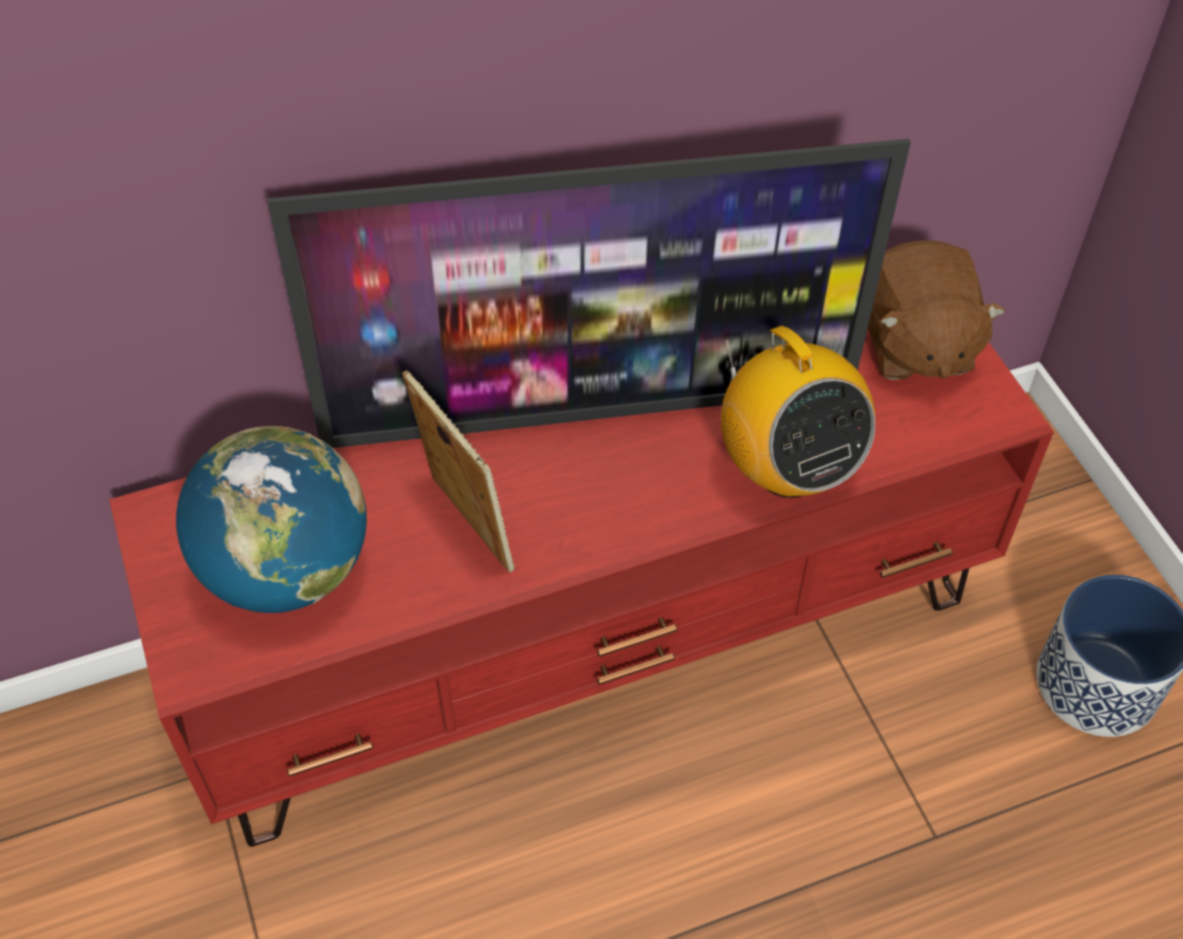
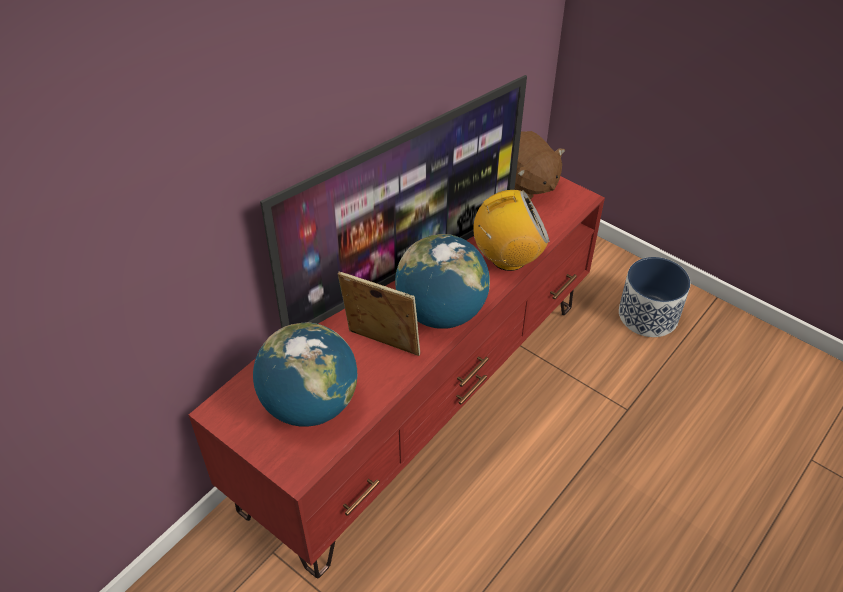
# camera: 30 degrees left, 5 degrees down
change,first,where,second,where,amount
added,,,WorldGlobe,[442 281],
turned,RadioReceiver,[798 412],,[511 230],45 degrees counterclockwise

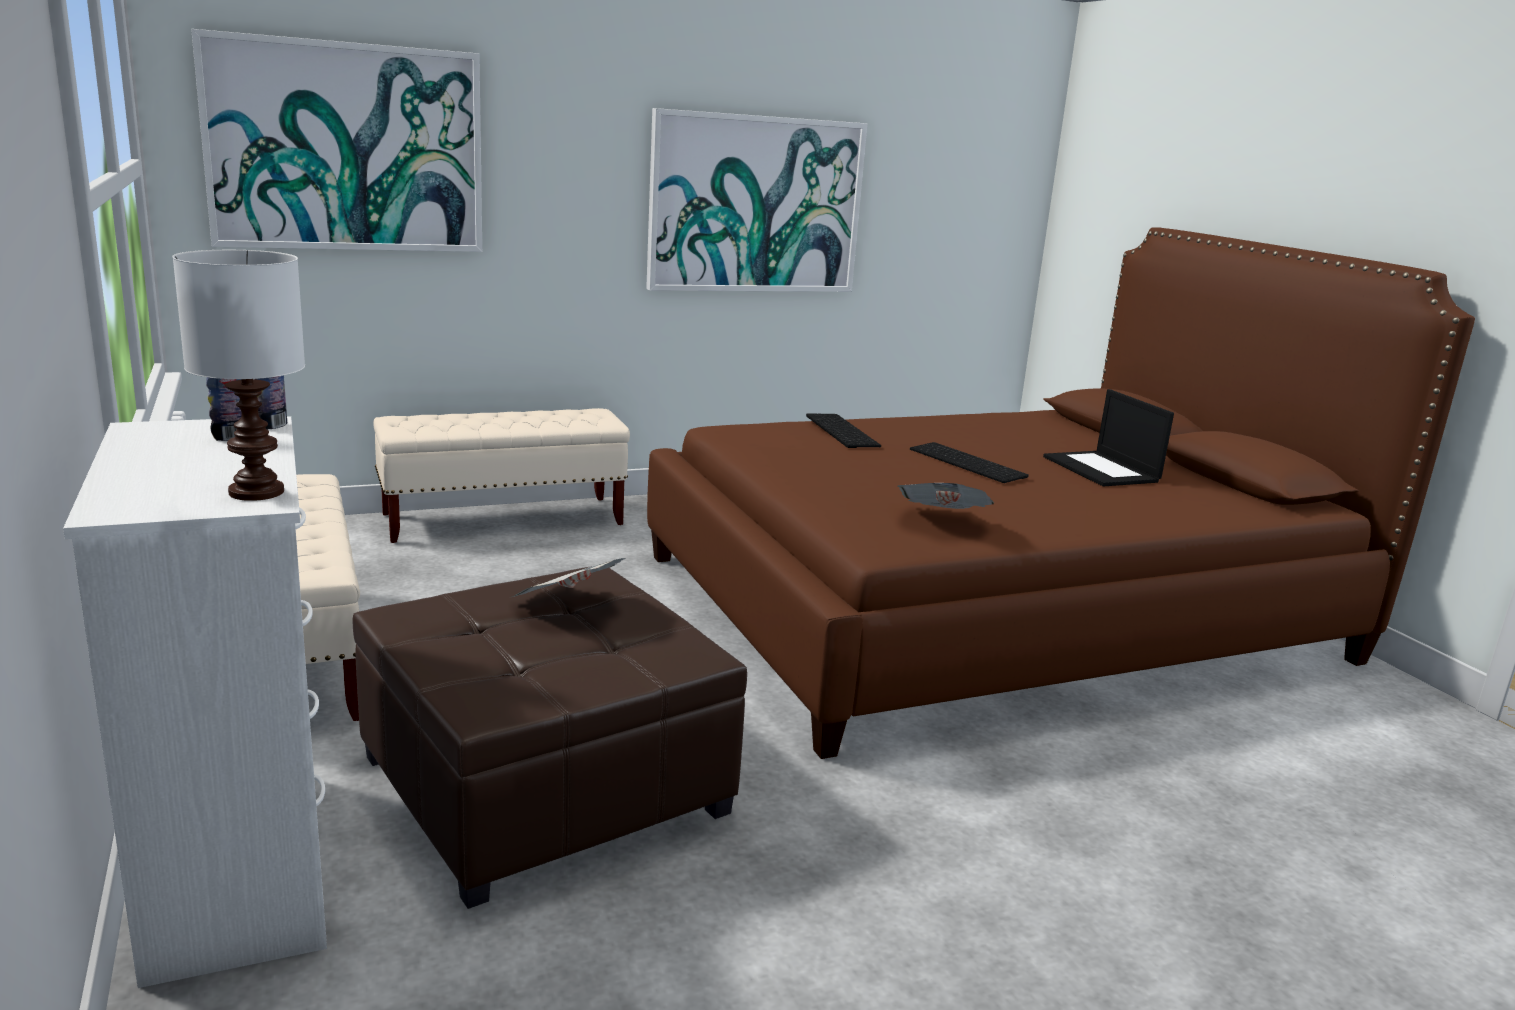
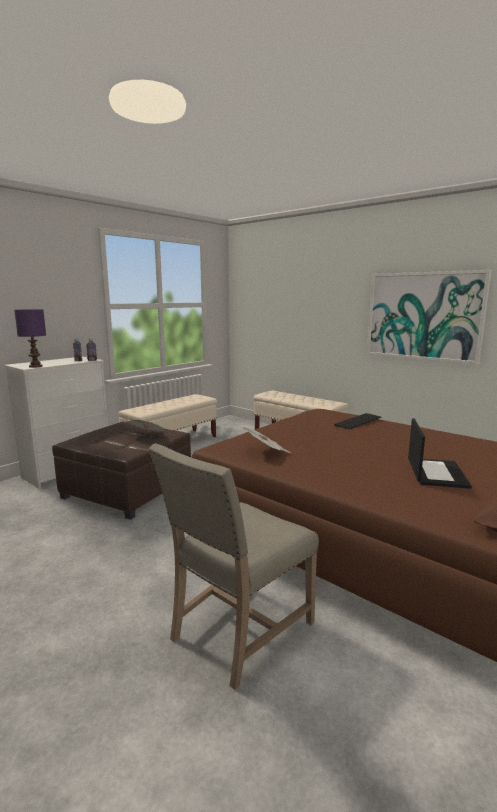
# camera: 65 degrees right, 5 degrees down
change,first,where,second,where,amount
recoloured,WhiteTabletopLamp,[238 375],PurpleColouredTabletopLamp,[30 338],
added,,,BeigeColouredChair,[233 566],
turned,NotebookComputer,[1108 437],,[440 453],150 degrees clockwise
removed,Picture,[336 140],,,
removed,Keyboard,[969 462],,,

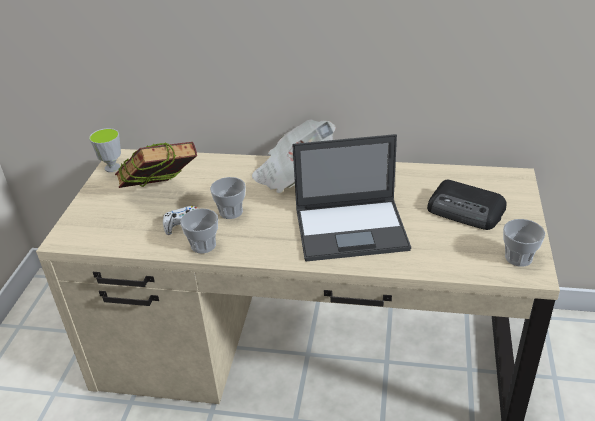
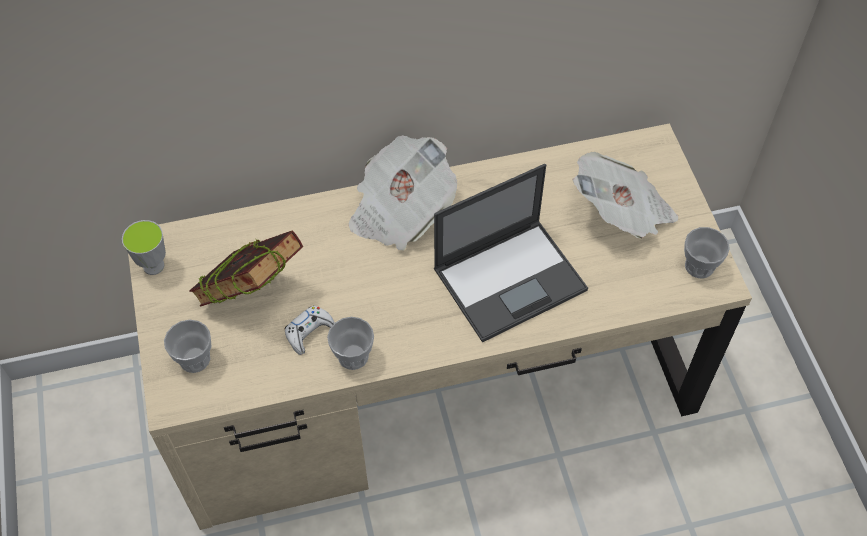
# camera: 25 degrees left, 20 degrees up
change,first,where,second,where,amount
moved,Cup,[228 198],,[187 346],
replaced,RadioReceiver,[467 205],Newspaper,[625 195],

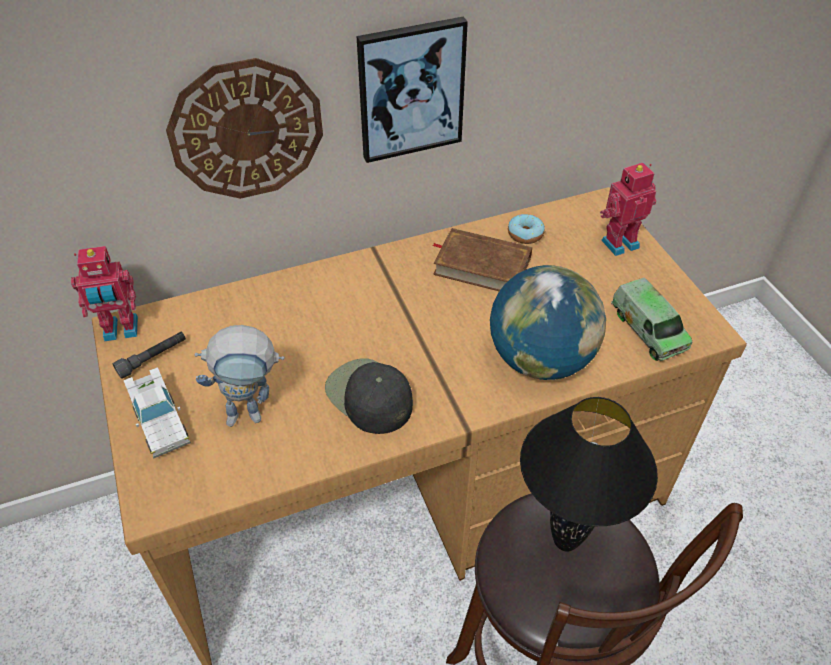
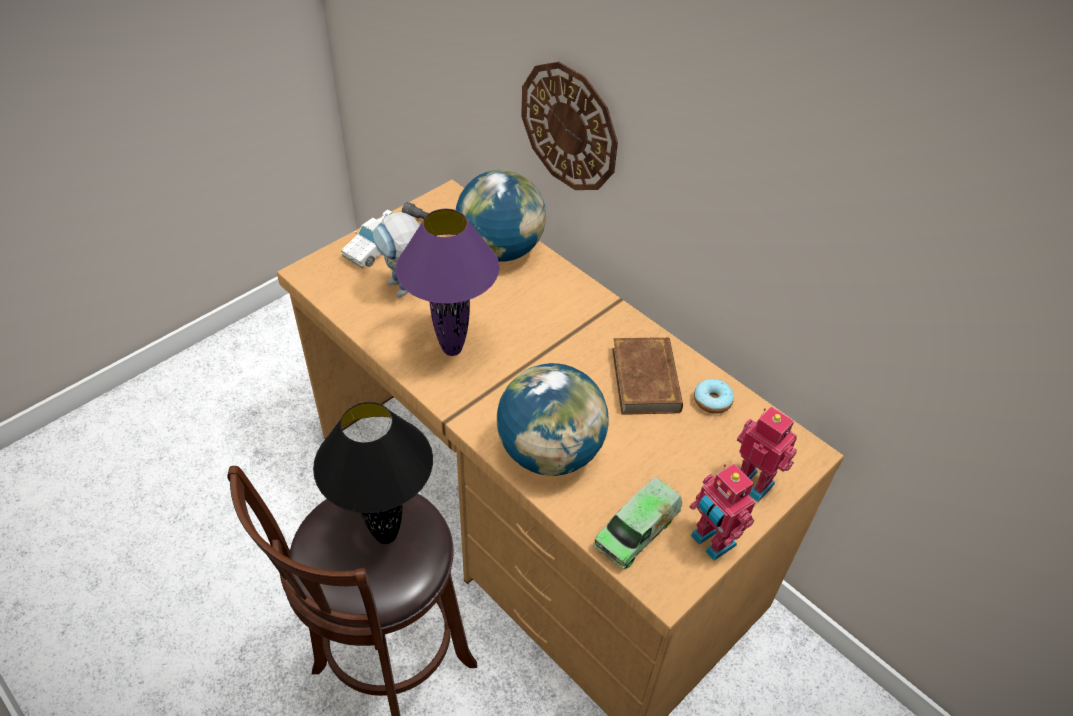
# camera: 65 degrees right, 0 degrees up
change,first,where,second,where,amount
replaced,BlackColouredPeakedCap,[369 396],PurpleColouredTabletopLamp,[447 282],
added,,,WorldGlobe,[501 216],
moved,ModelRobot,[104 294],,[722 512],
removed,Picture,[412 90],,,

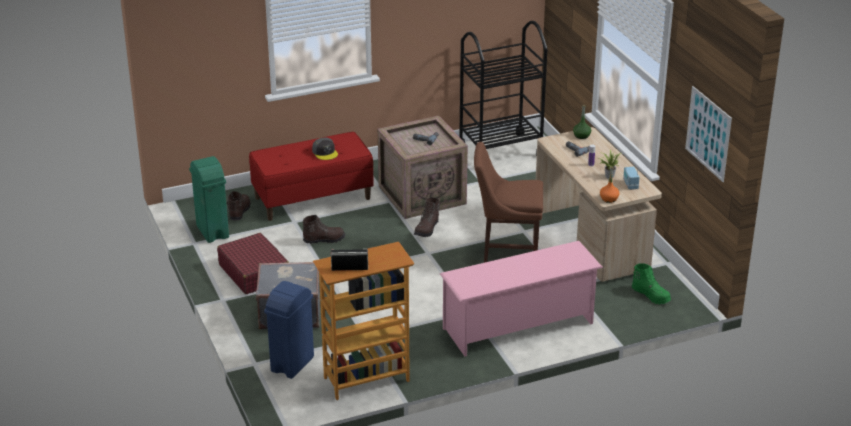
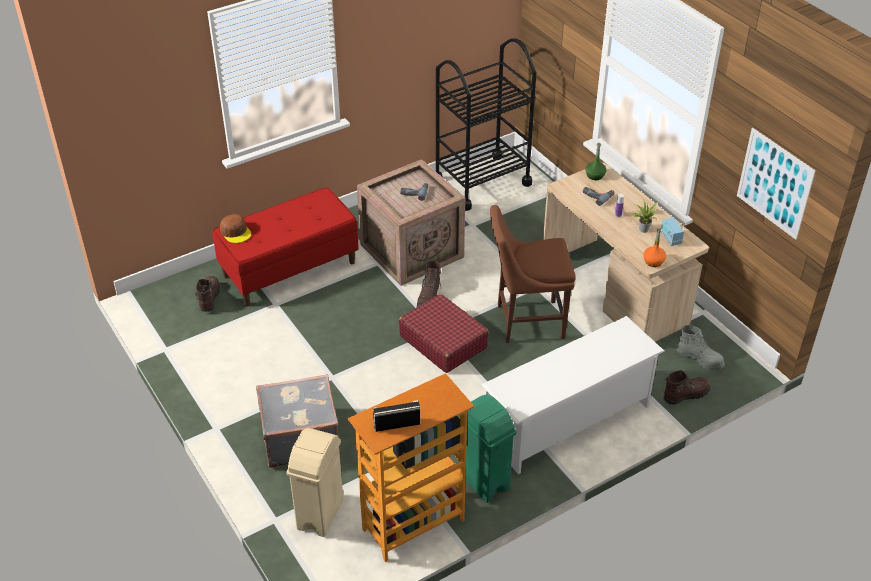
# camera: 10 degrees left, 10 degrees up
change,first,where,second,where,amount
added,,,BrownColouredPeakedCap,[235 228],
recoloured,BlueTrashCan,[289 330],BeigeColouredTrashCan,[314 482],
moved,RedSuitcase,[253 263],,[444 333],
moved,GreenishTrashCan,[209 199],,[487 449],
recoloured,PinkColouredShoeShelf,[521 298],WhiteShoeShelf,[573 395],
moved,BrownColouredTallBoot,[324 229],,[687 387],
recoloured,GreenishTallBoot,[651 283],GreyTallBoot,[700 348],
removed,GreyPeakedCap,[325 148],,,

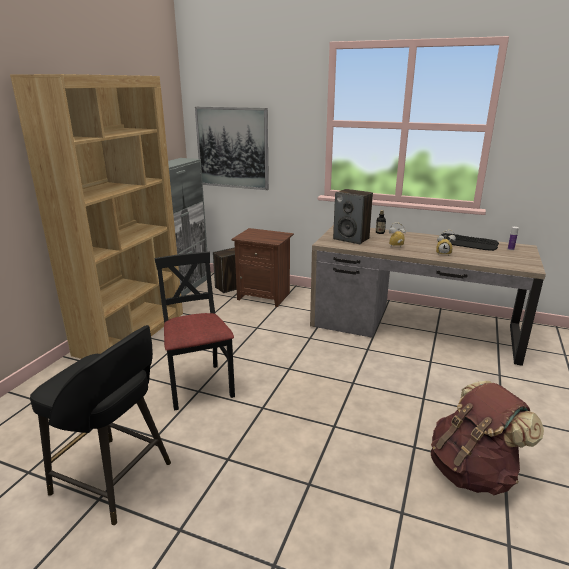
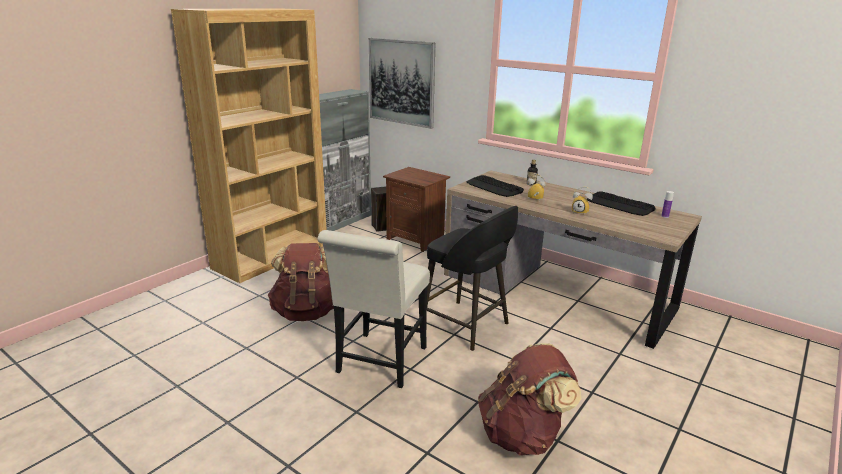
# camera: 15 degrees right, 0 degrees up
change,first,where,second,where,amount
replaced,BlackColouredChair,[194 331],BrownColouredRucksack,[301 282],
added,,,WhiteChair,[373 309],
moved,BlackColouredStool,[100 425],,[472 278],
replaced,Loudspeaker,[353 216],Keyboard,[495 186],

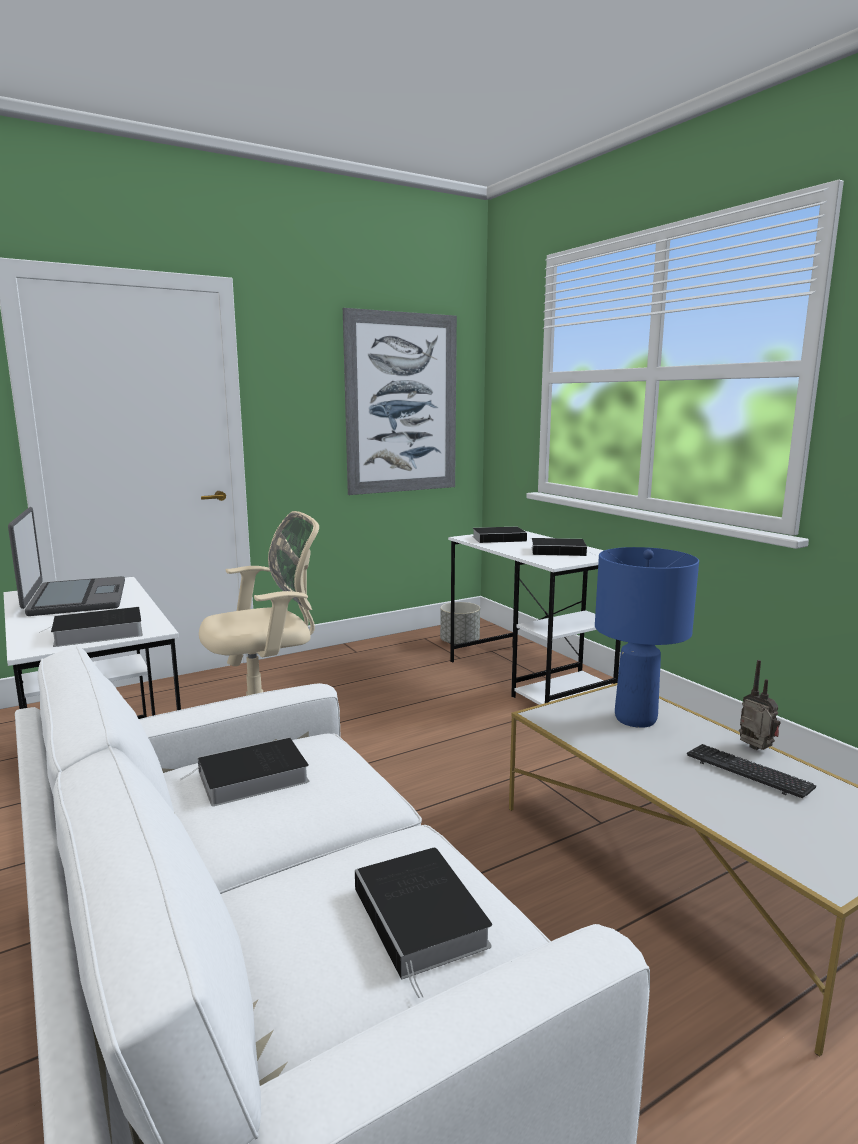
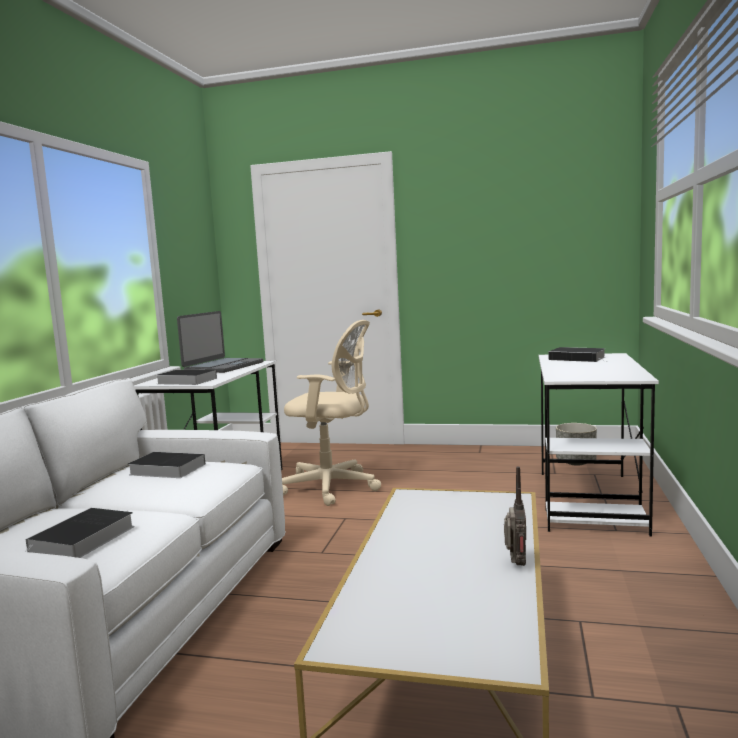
# camera: 45 degrees right, 5 degrees down
change,first,where,second,where,amount
removed,Picture,[400 401],,,
removed,Volume,[562 547],,,
removed,BlueTabletopLamp,[647 637],,,
removed,Keyboard,[751 771],,,

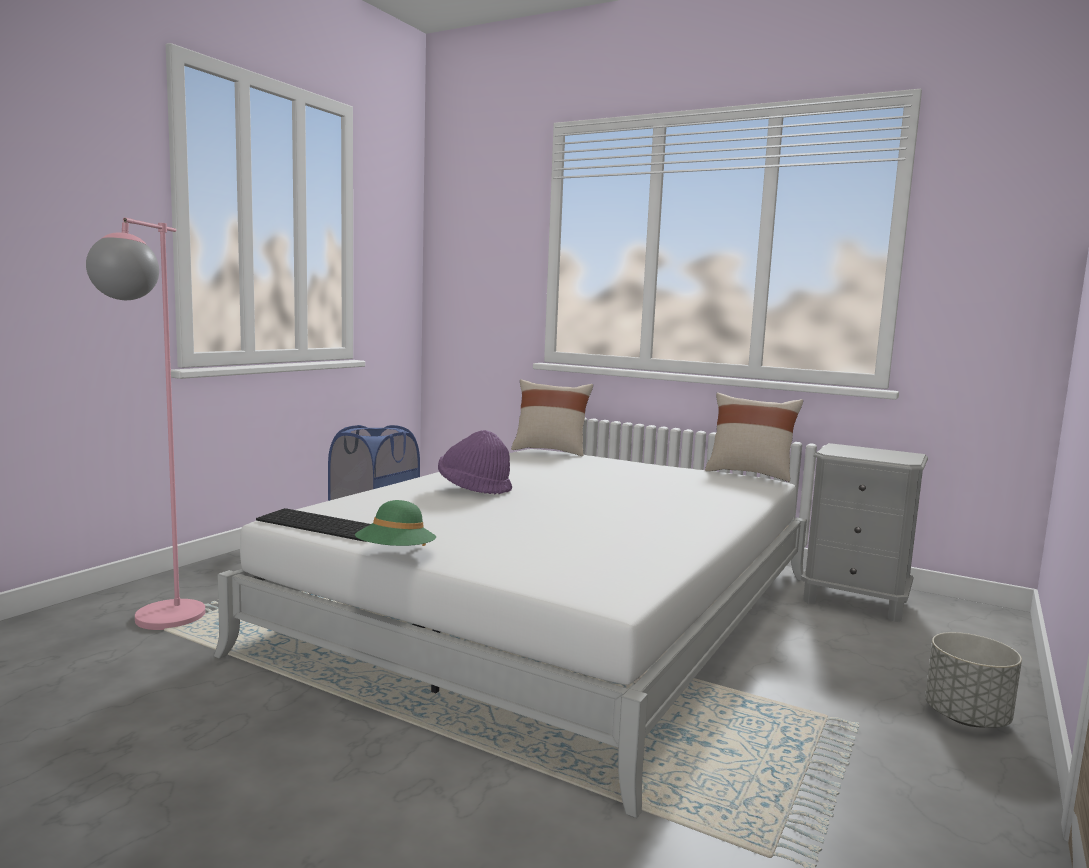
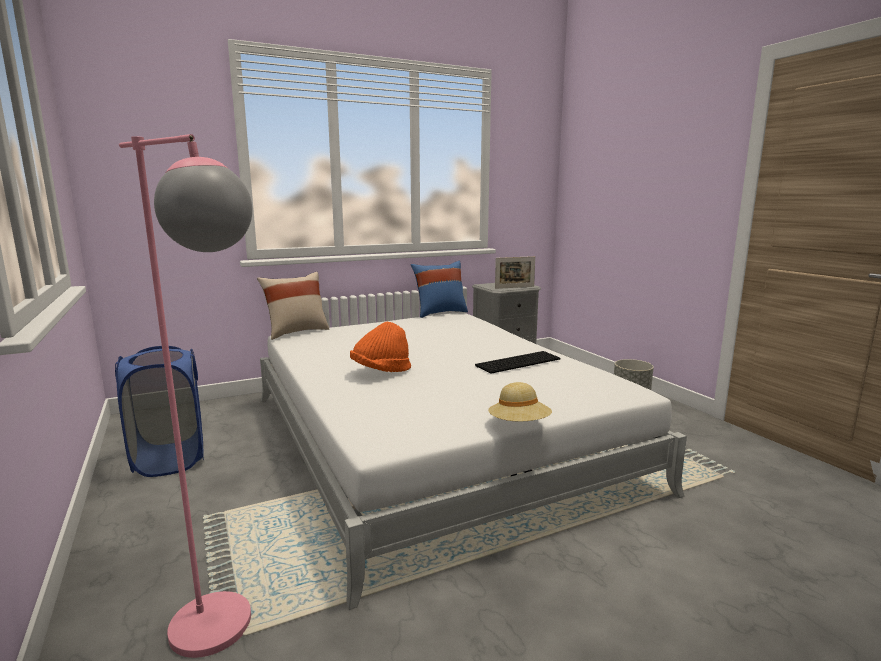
# camera: 55 degrees left, 5 degrees up
change,first,where,second,where,amount
recoloured,PurpleColouredClothingHat,[475 462],OrangeyClothingHat,[380 347],
recoloured,BeigeColouredCushion,[754 437],BlueCushion,[439 289],
moved,Keyboard,[313 525],,[518 362],
recoloured,GreenishClothingHat,[395 523],BeigeColouredClothingHat,[520 402],
added,,,PictureFrame,[515 272],

